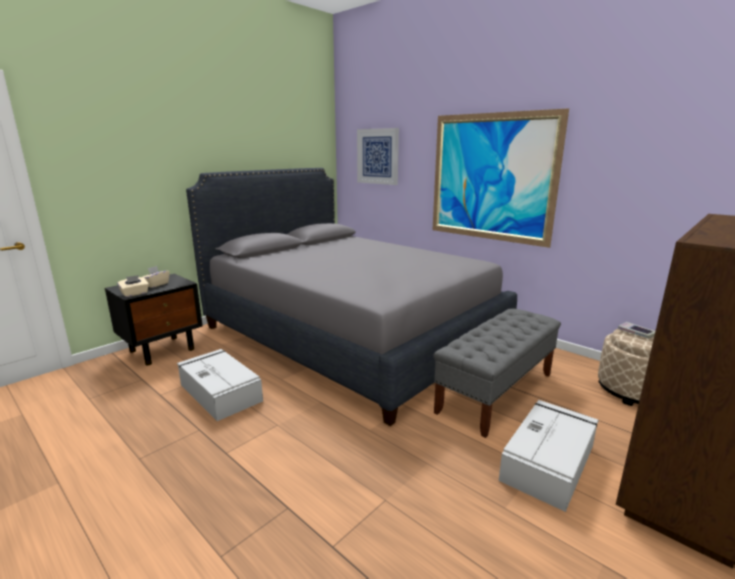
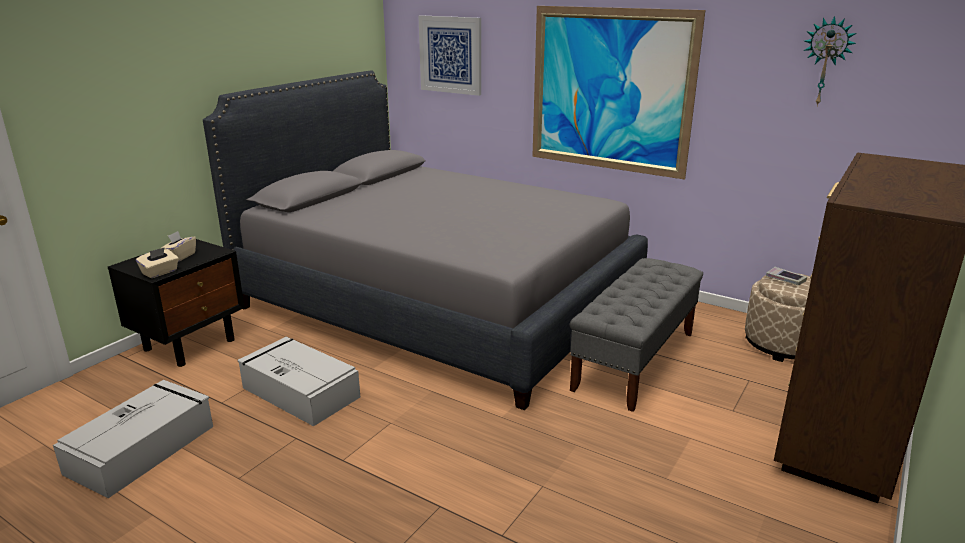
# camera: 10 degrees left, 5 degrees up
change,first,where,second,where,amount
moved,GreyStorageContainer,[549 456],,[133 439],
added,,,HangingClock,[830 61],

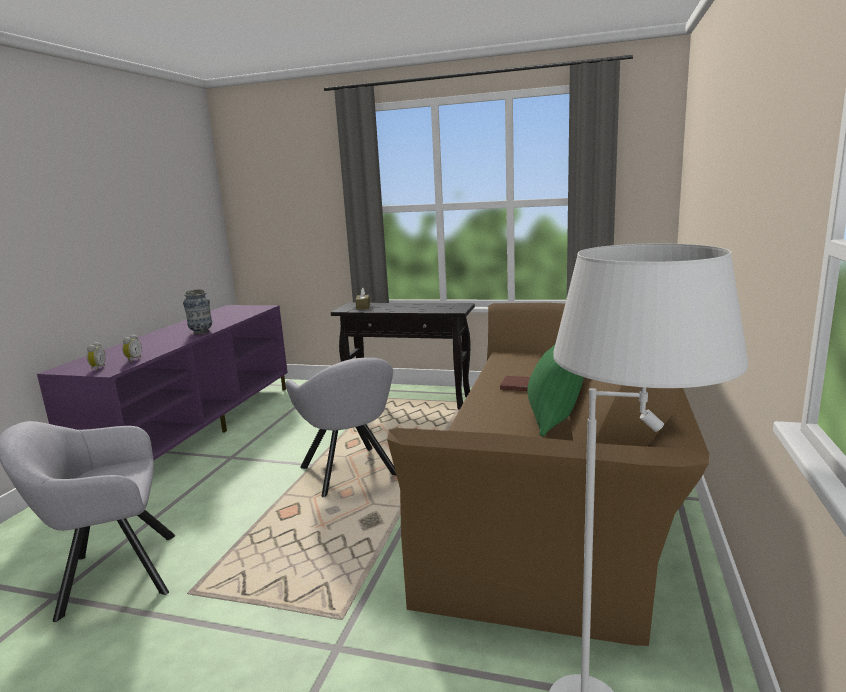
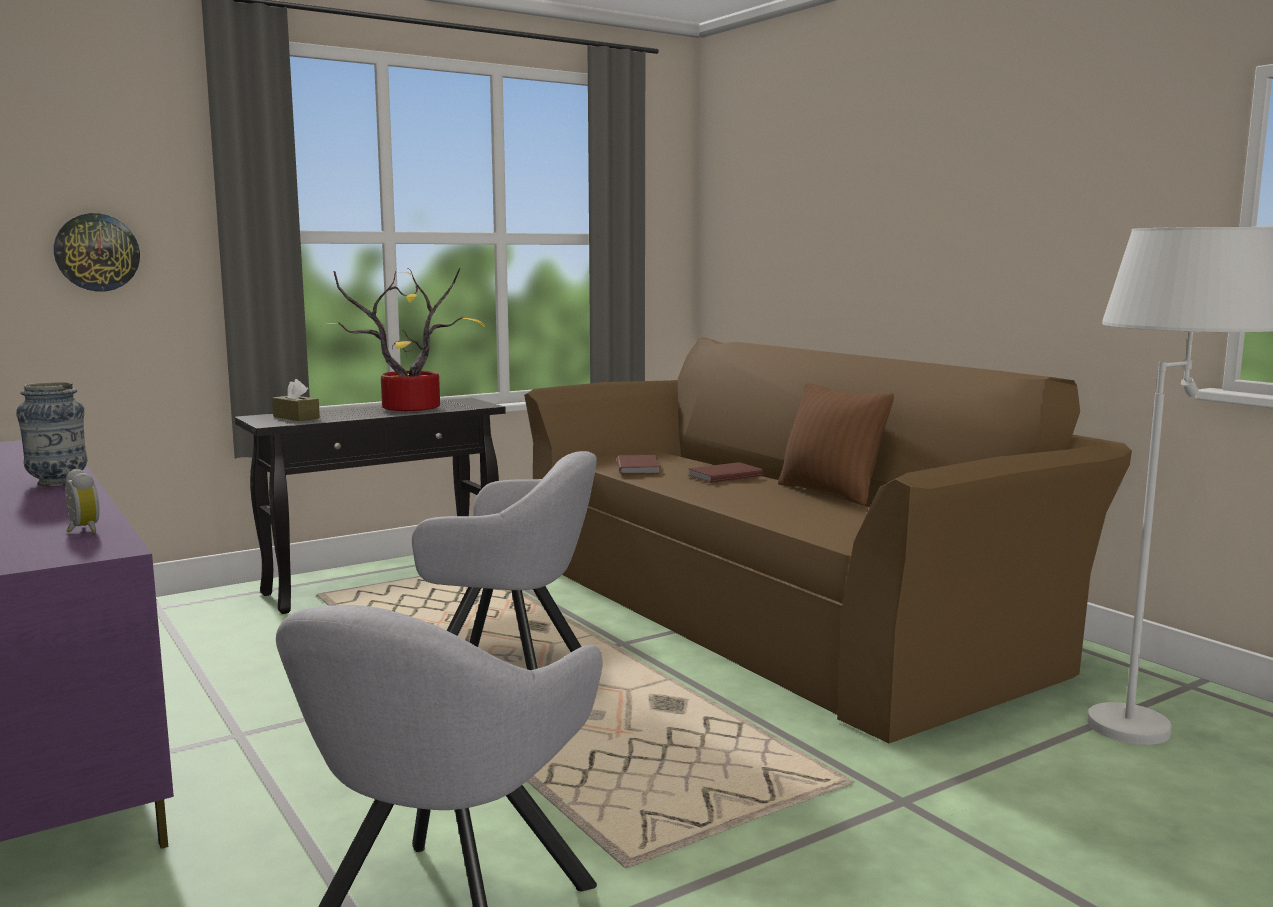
# camera: 50 degrees left, 5 degrees down
change,first,where,second,where,amount
added,,,HangingClock,[97 252],
added,,,PlantInAPot,[406 339],
added,,,BrownColouredVolume,[638 464],
recoloured,GreenishCushion,[555 391],BrownColouredCushion,[836 444],
removed,TableClock,[96 356],,,

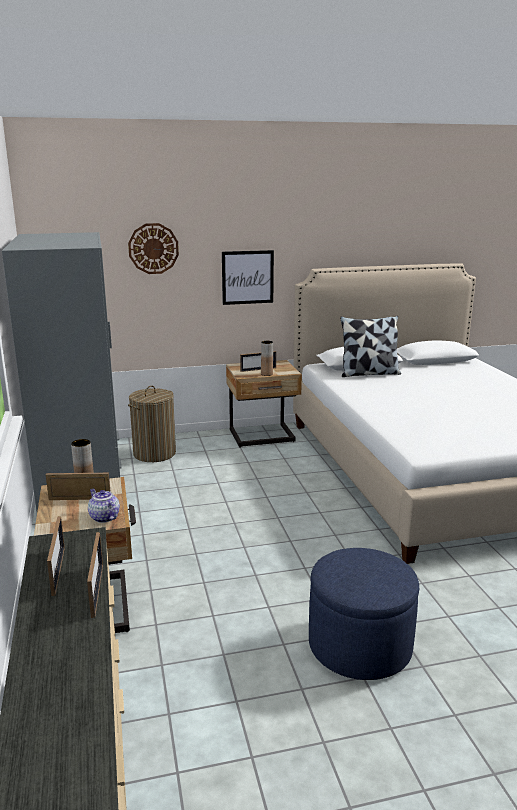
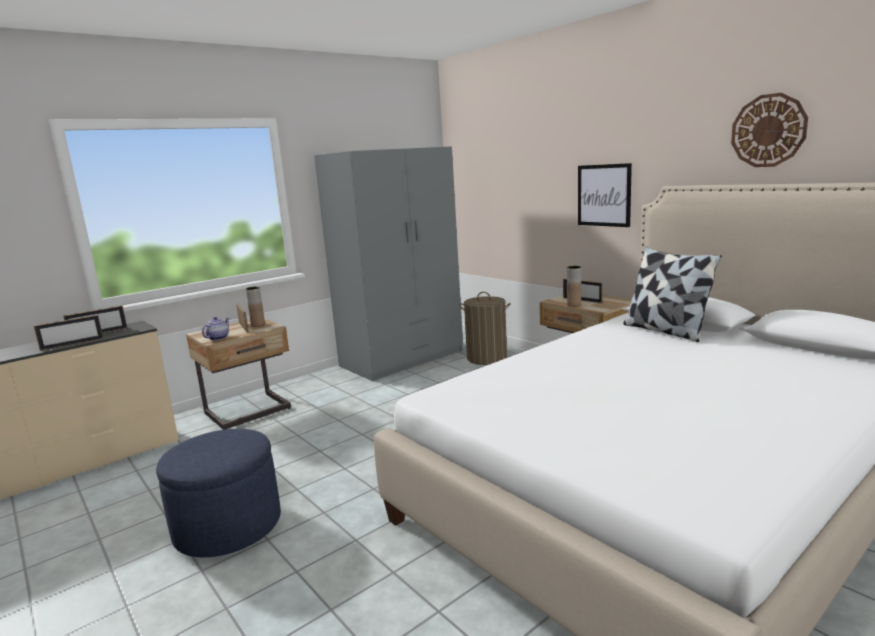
# camera: 65 degrees right, 5 degrees down
change,first,where,second,where,amount
moved,HangingClock,[153 248],,[769 130],

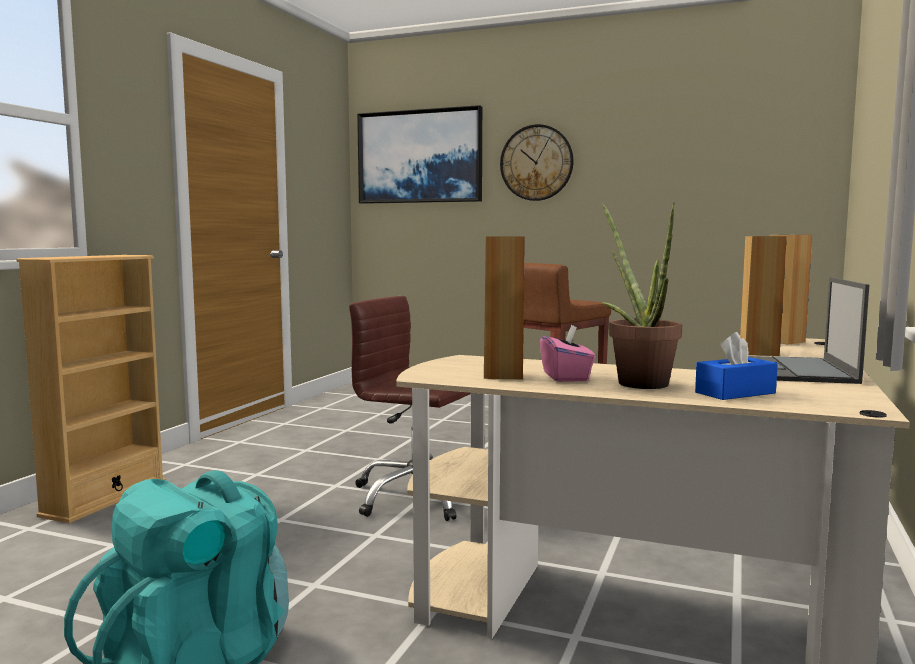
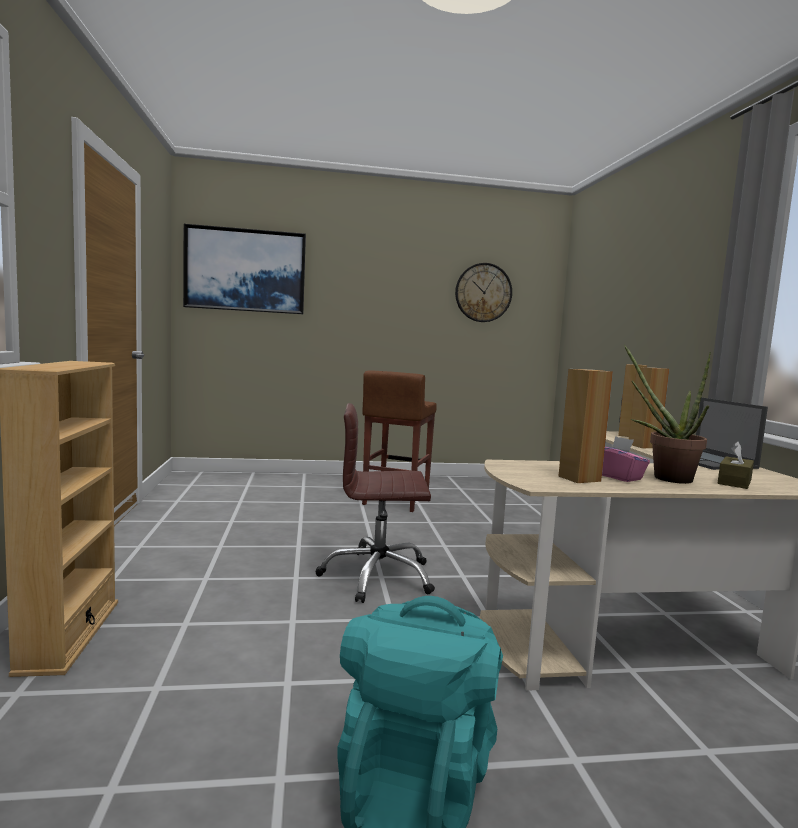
# camera: 30 degrees left, 0 degrees up
change,first,where,second,where,amount
moved,HangingClock,[536 162],,[483 292],
recoloured,BlueBoxOfTissues,[736 366],BrownColouredBoxOfTissues,[736 465],

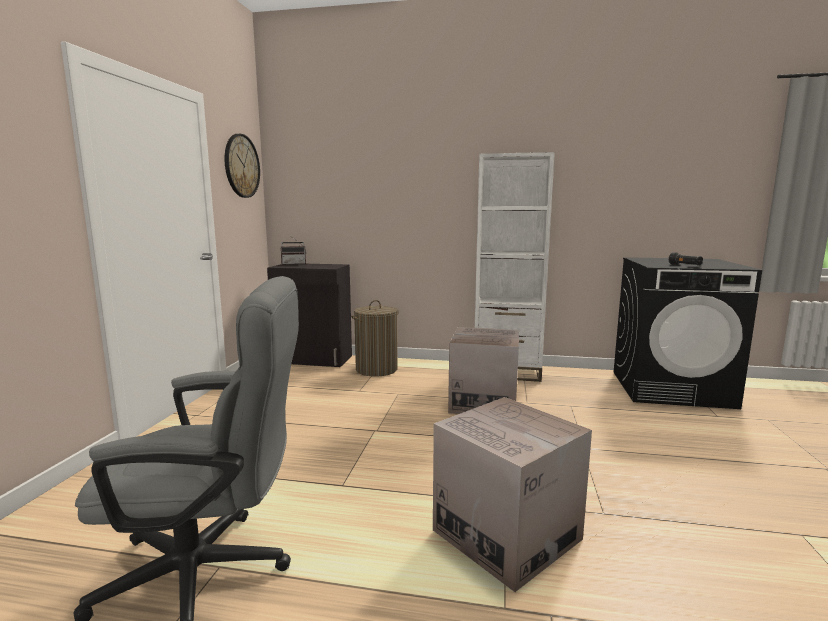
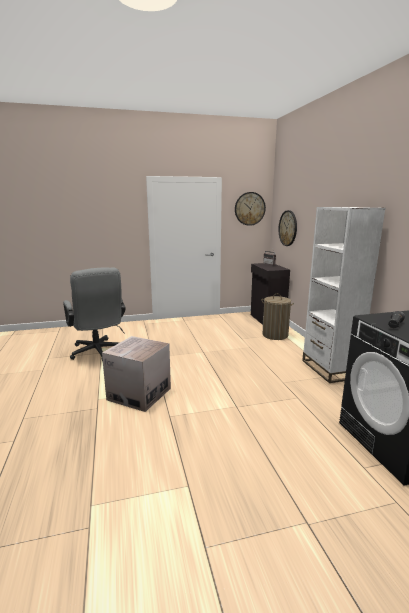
# camera: 65 degrees right, 5 degrees up
change,first,where,second,where,amount
added,,,HangingClock,[288 228],
removed,CardboardBox,[483 370],,,

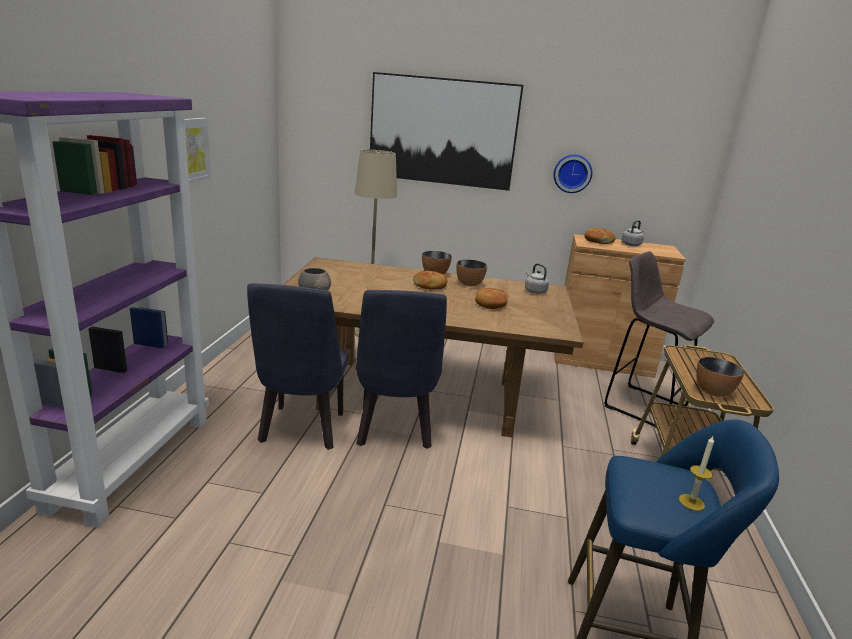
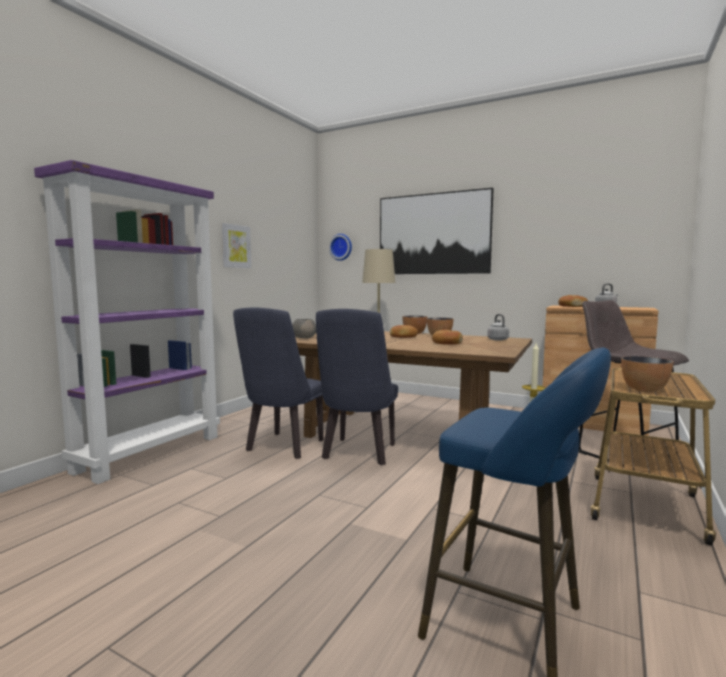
# camera: 20 degrees right, 15 degrees down
change,first,where,second,where,amount
moved,HangingClock,[572 174],,[340 247],

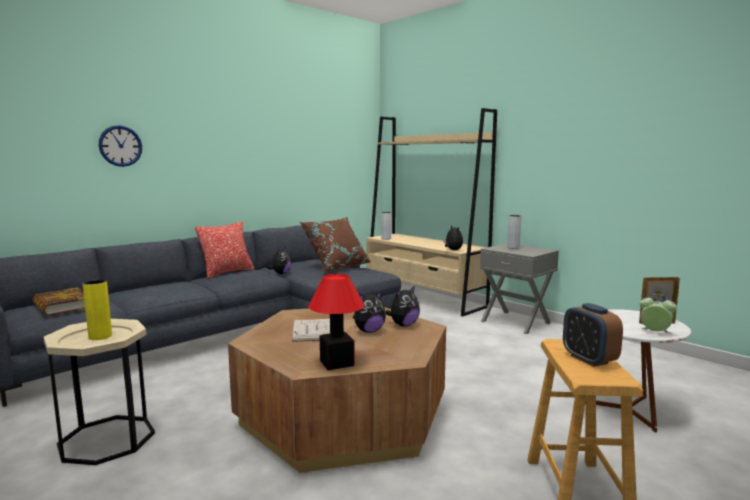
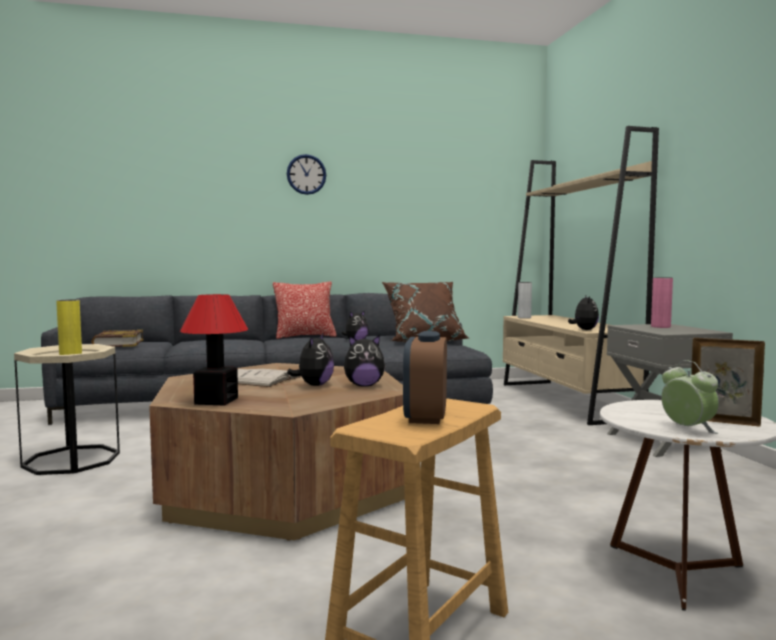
# camera: 30 degrees right, 5 degrees down
change,first,where,second,where,amount
moved,HangingClock,[120 146],,[306 174],
turned,PlushToy,[369 312],,[310 360],75 degrees counterclockwise
recoloured,GreyVase,[514 232],PinkColouredVase,[662 302],

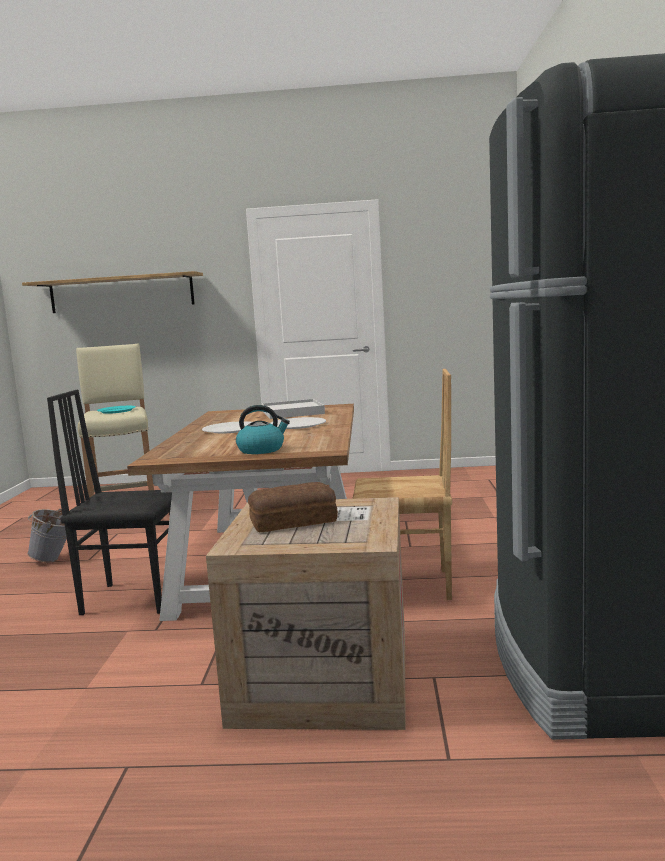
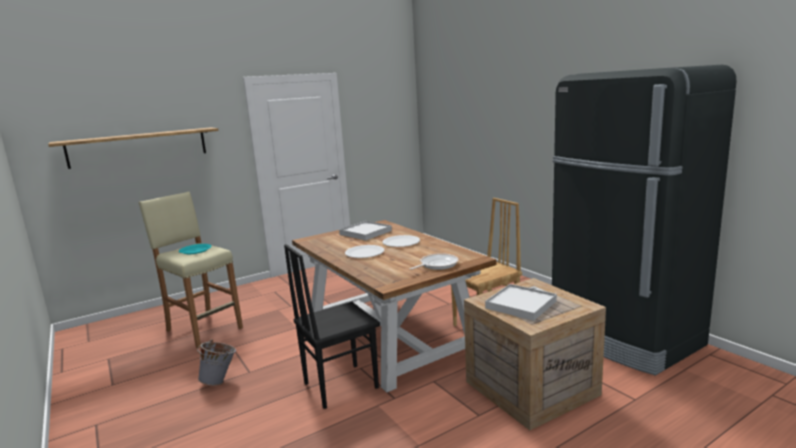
# camera: 35 degrees left, 5 degrees up
change,first,where,second,where,amount
replaced,WaterKettle,[263 429],Pan,[434 261],
replaced,Bread,[293 507],WhiteServingTray,[521 302],

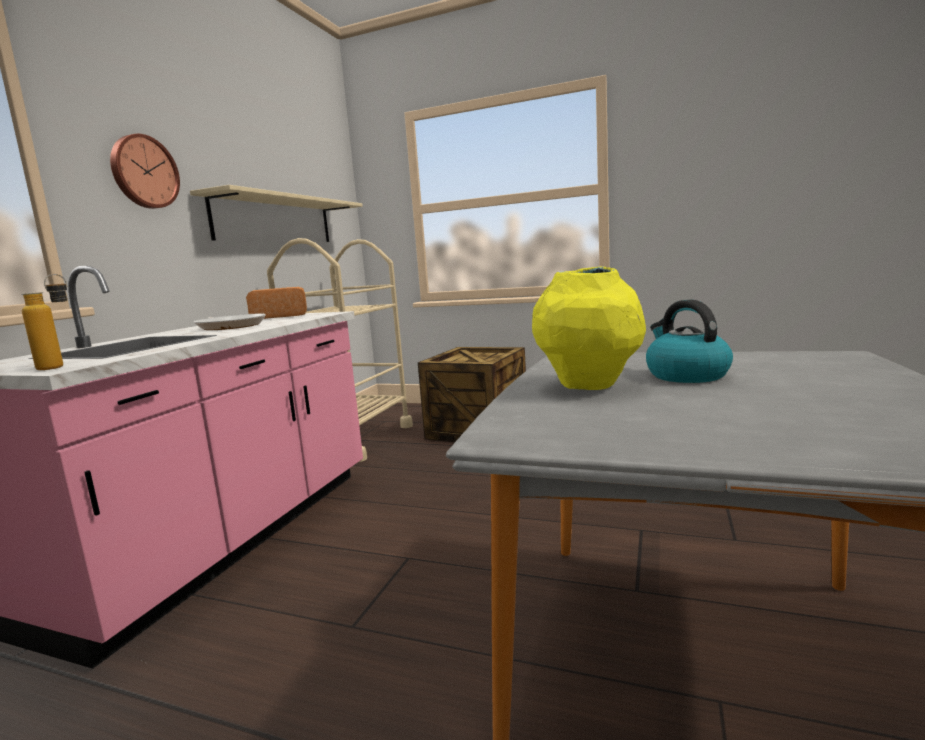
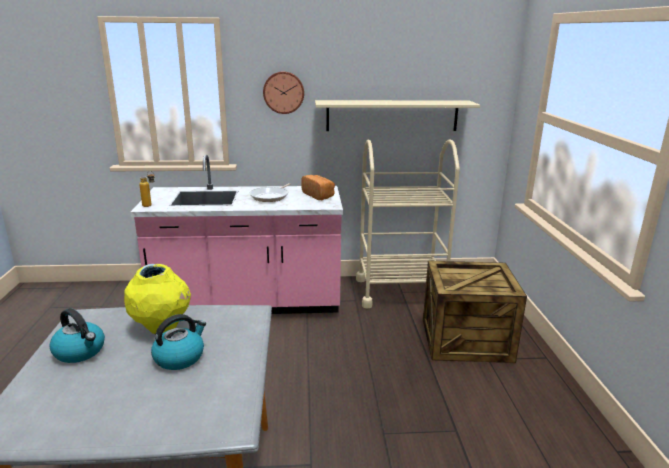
# camera: 65 degrees right, 10 degrees up
change,first,where,second,where,amount
added,,,WaterKettle,[77 335],

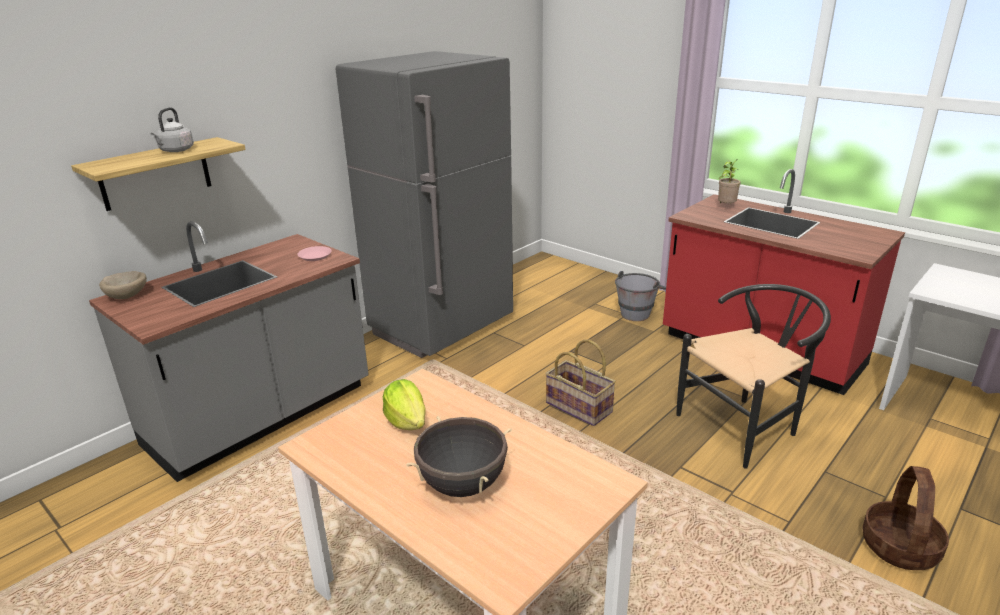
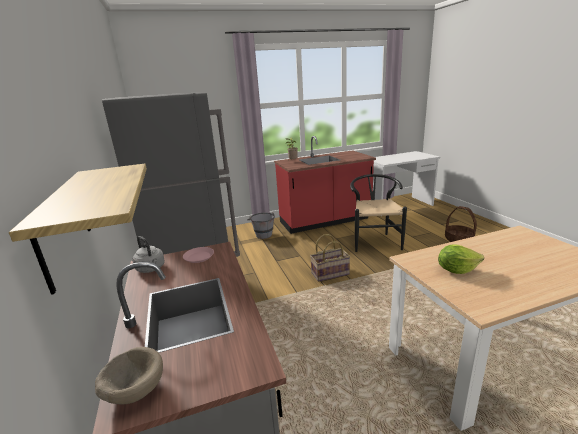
# camera: 60 degrees left, 5 degrees down
change,first,where,second,where,amount
moved,GreyWaterKettle,[172 129],,[148 254],
removed,BlackColouredStockpot,[459 456],,,

